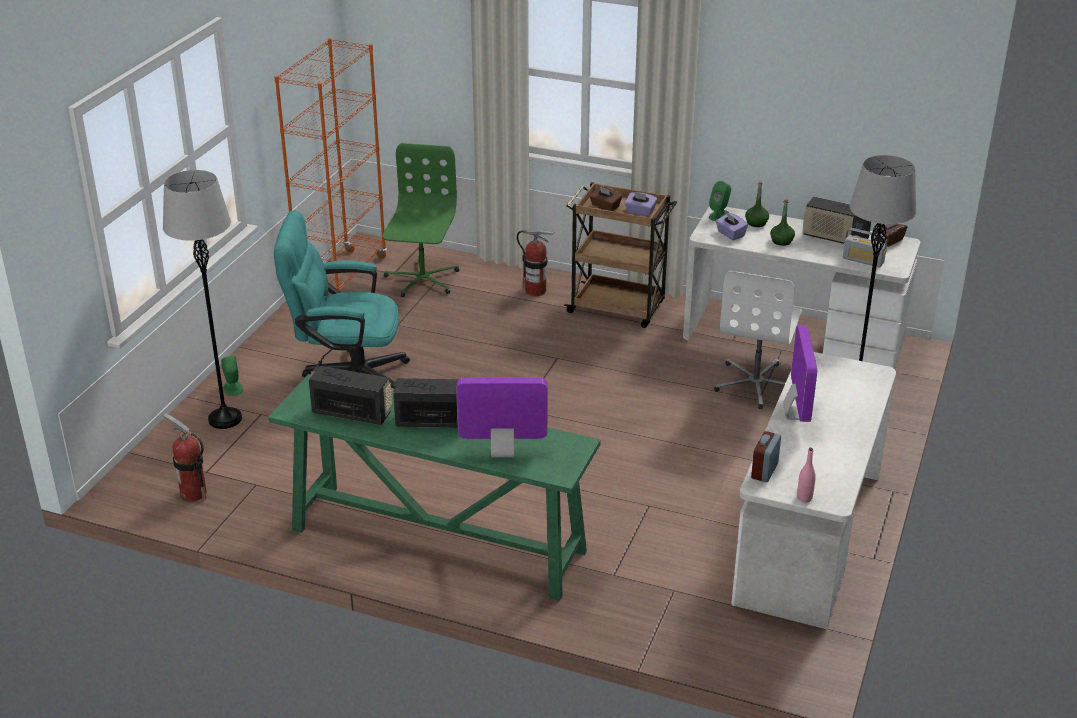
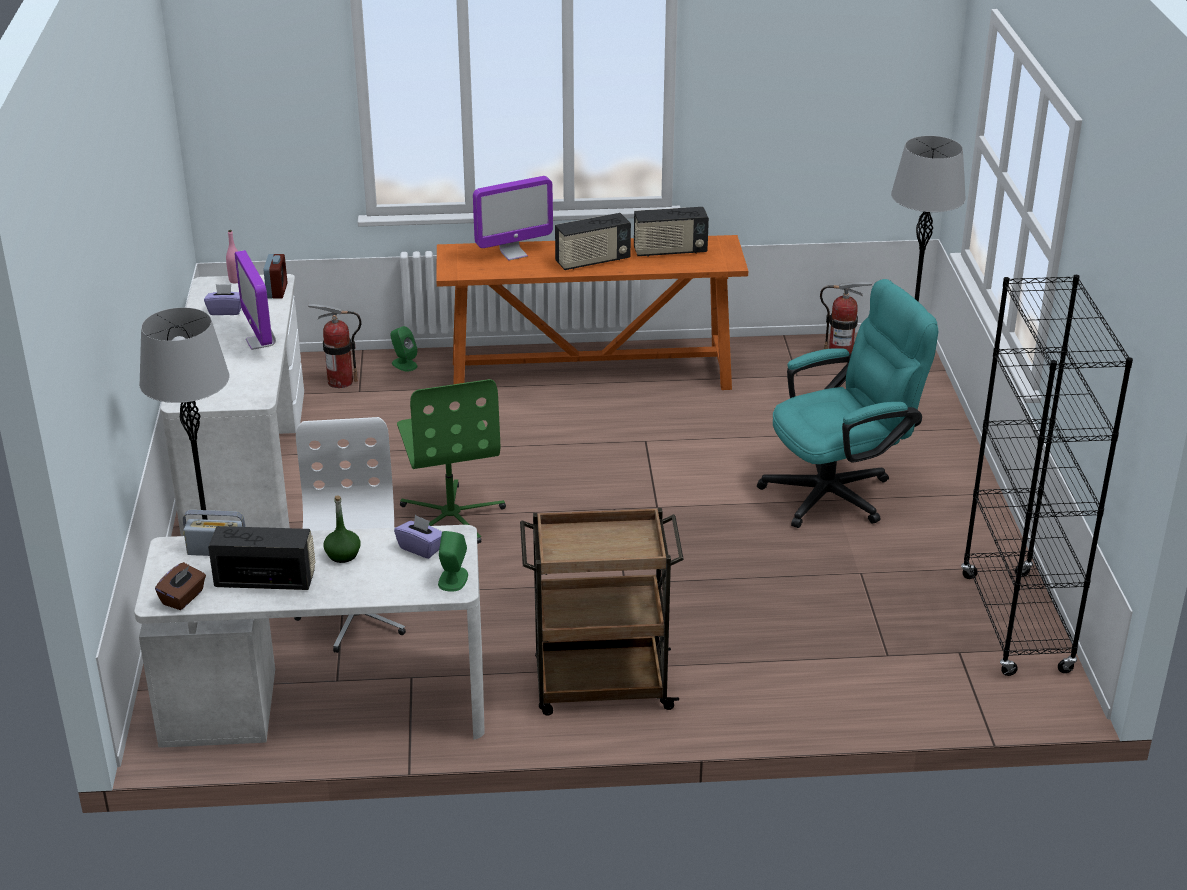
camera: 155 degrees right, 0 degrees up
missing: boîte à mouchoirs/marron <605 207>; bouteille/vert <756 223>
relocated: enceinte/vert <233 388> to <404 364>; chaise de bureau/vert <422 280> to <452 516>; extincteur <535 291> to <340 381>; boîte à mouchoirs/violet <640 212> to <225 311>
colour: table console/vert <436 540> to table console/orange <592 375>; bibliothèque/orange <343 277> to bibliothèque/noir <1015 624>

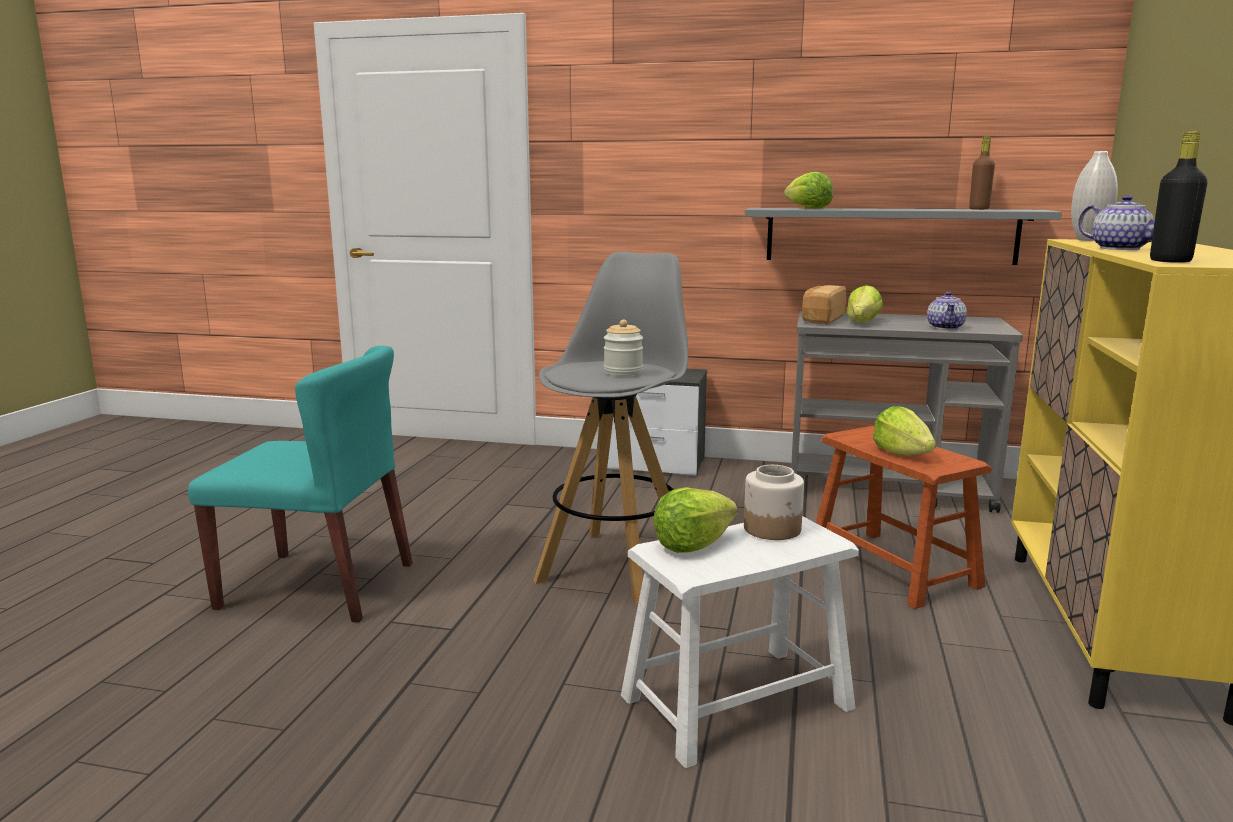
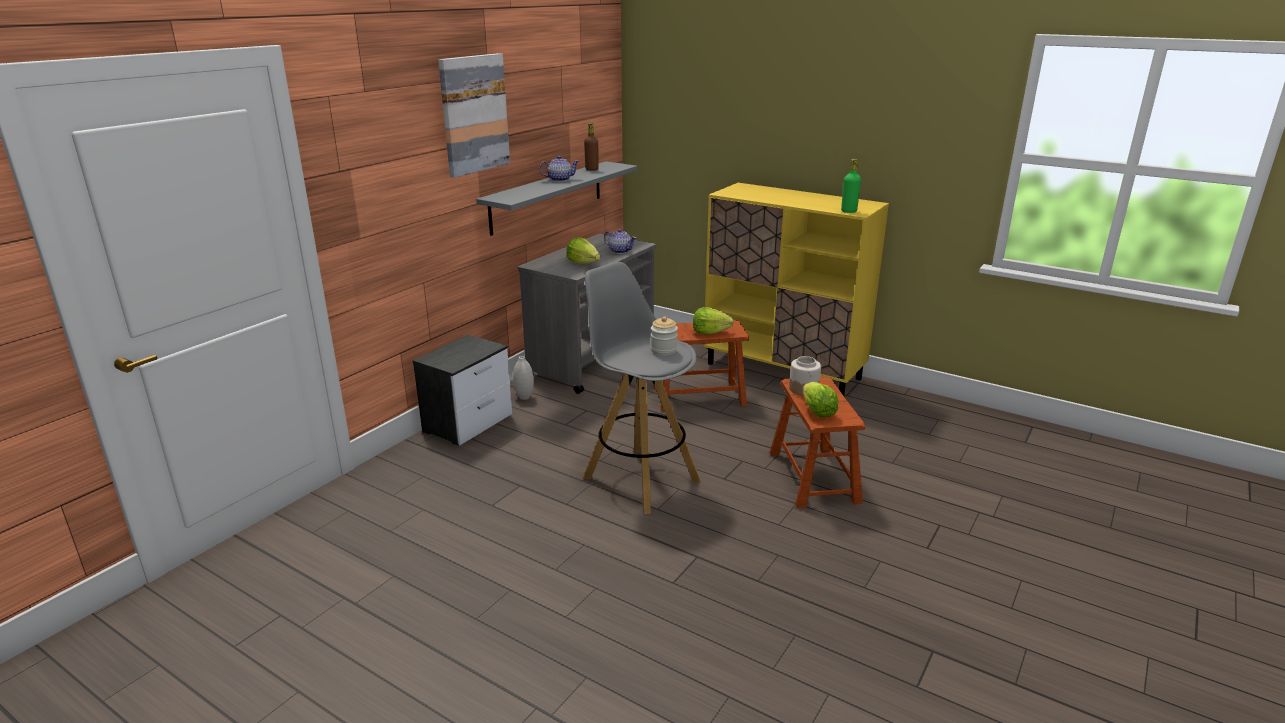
camera: 70 degrees left, 10 degrees up
missing: chaise/turquoise <319 585>; laitue <807 208>; pain <821 319>
appeared: tableau <474 114>
relocated: vase/blanc <1088 240> to <524 397>; théière <1119 248> to <559 179>
colour: tabouret/blanc <737 702> to tabouret/marron <813 477>; bouteille/noir <1170 261> to bouteille/vert <849 211>

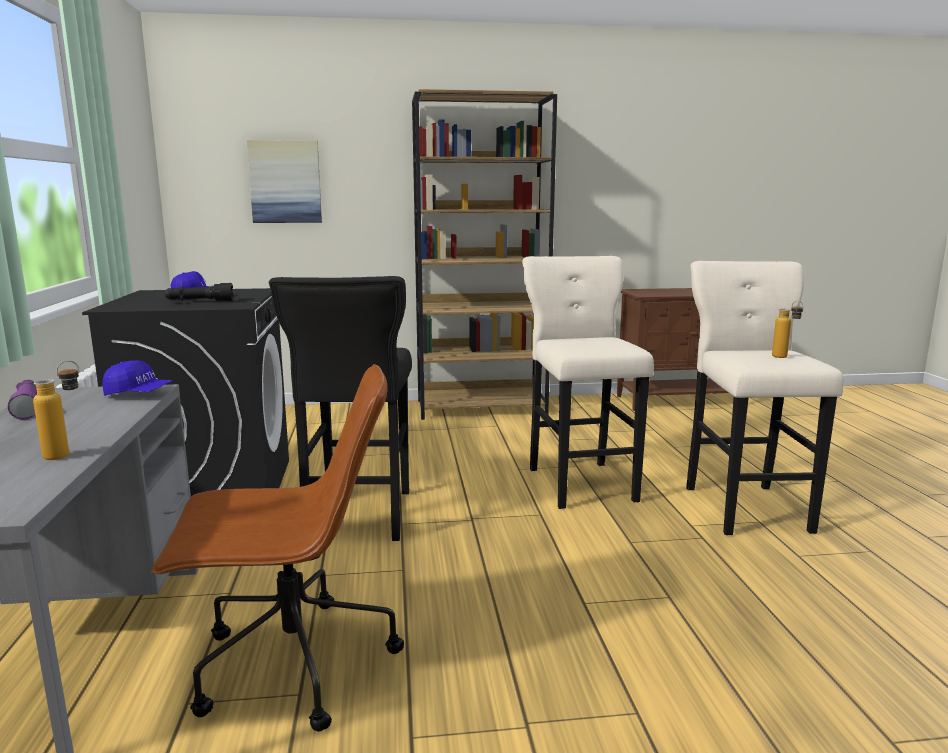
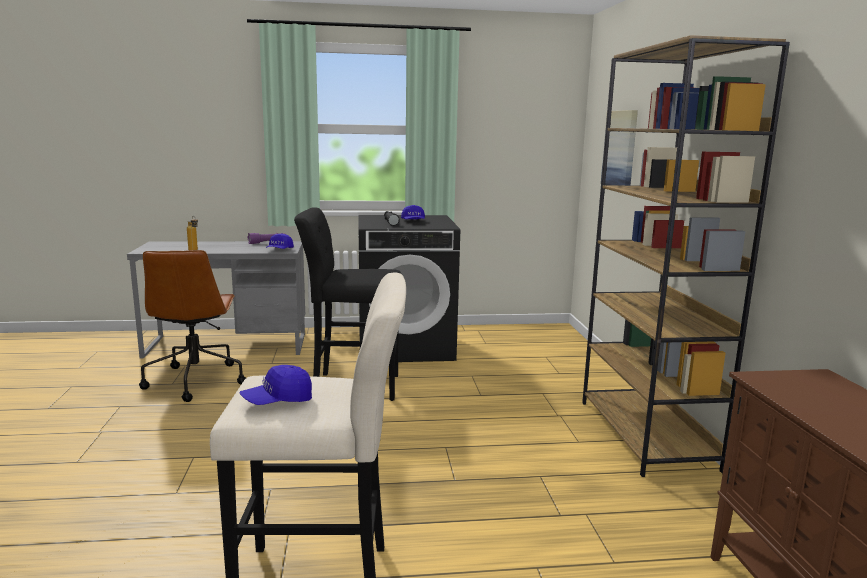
camera: 90 degrees right, 0 degrees up
missing: tabouret/beige <580 482>
exchanged: bouteille <784 357> to casquette/bleu <278 401>

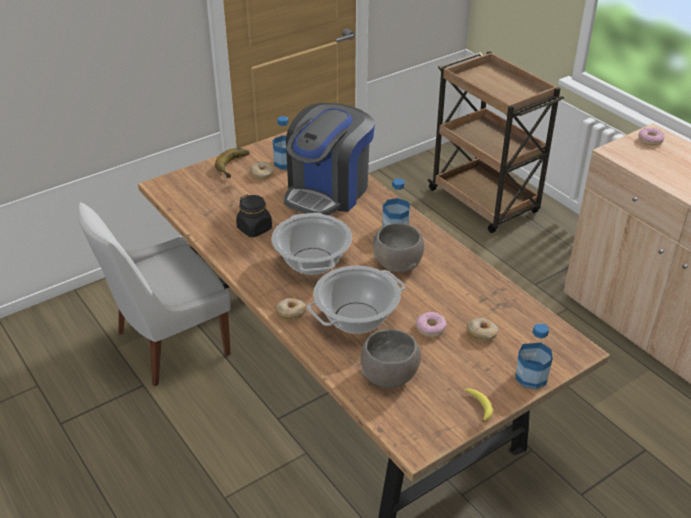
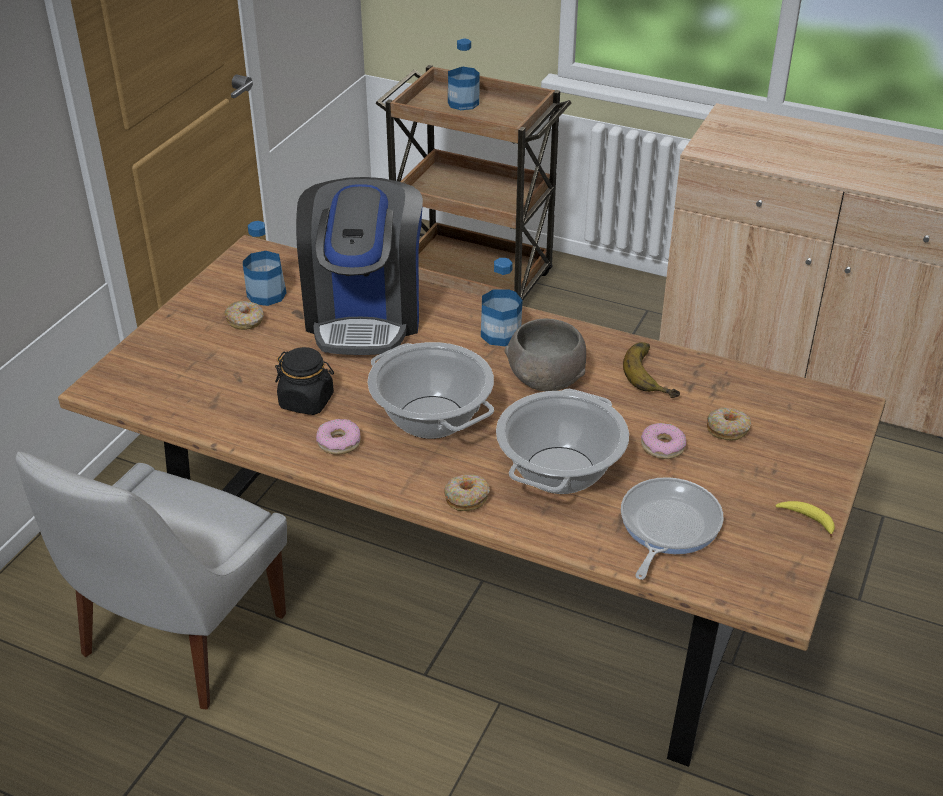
camera: 30 degrees left, 0 degrees up
relocated: banane <236 166> to <655 374>; bouteille <531 377> to <463 103>; beignet <650 140> to <339 442>
exchanged: bol/gris <389 374> to poêle <667 526>

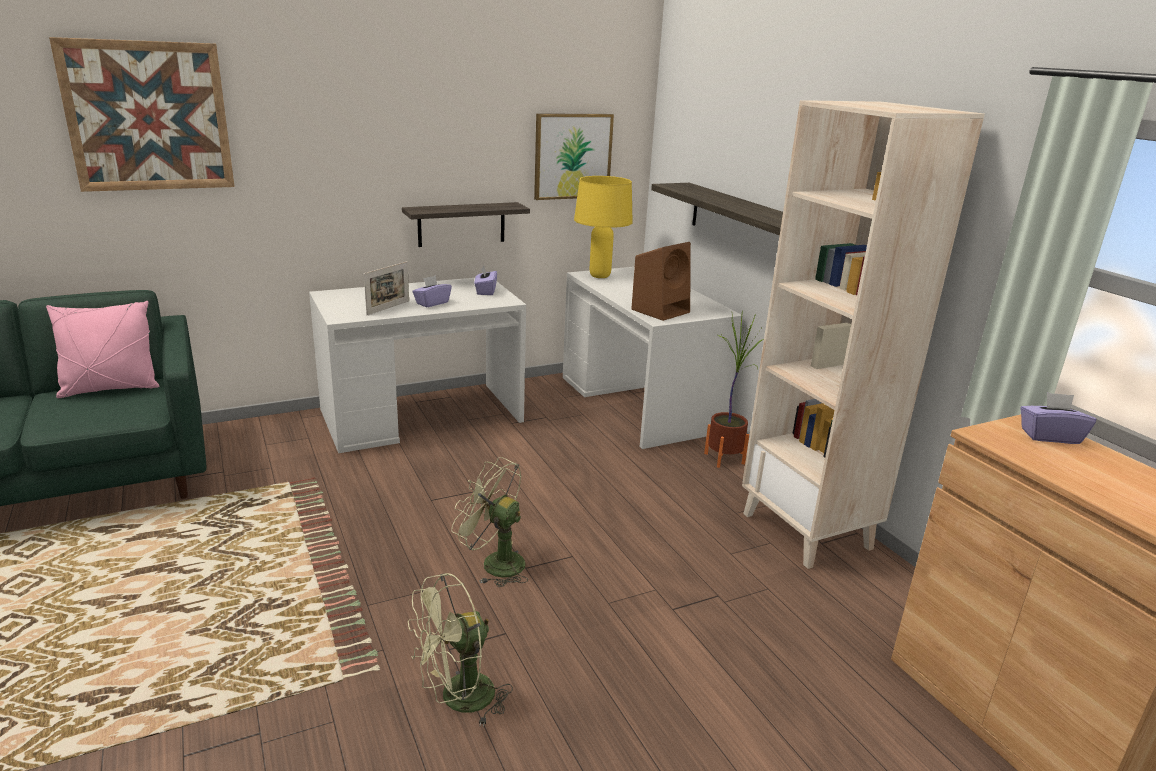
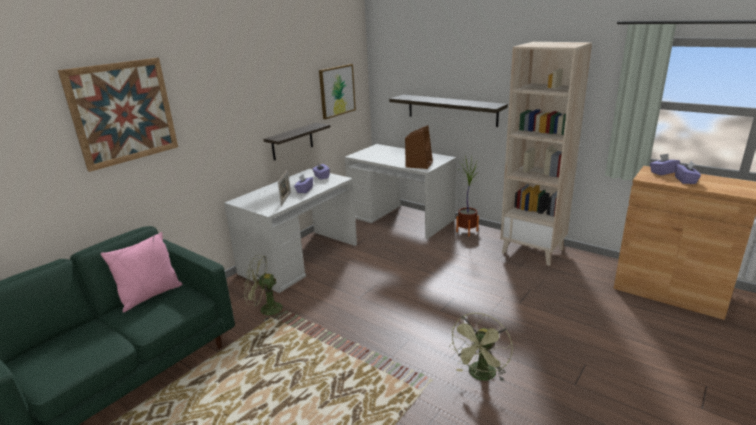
camera: 25 degrees left, 0 degrees up
missing: lampe de table/jaune <600 276>
appeared: boîte à mouchoirs/violet <685 180>
relocated: ventilateur/vert <494 563> to <266 310>

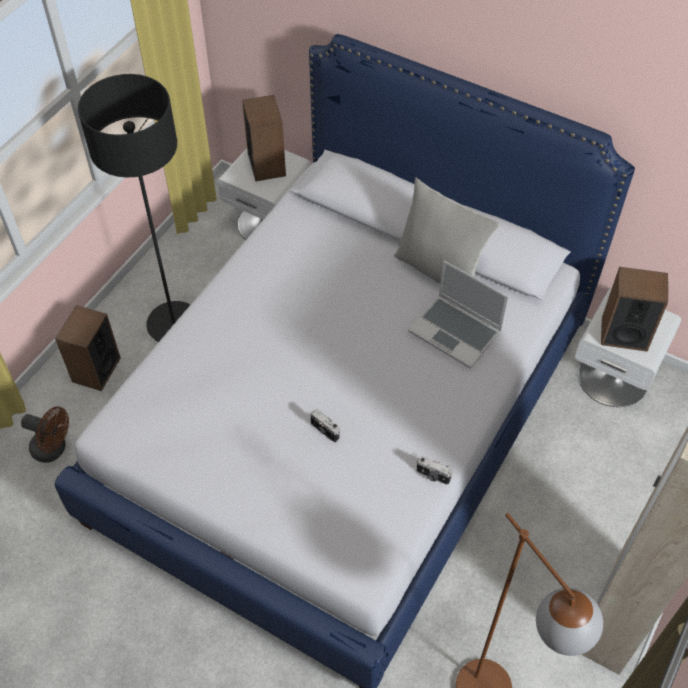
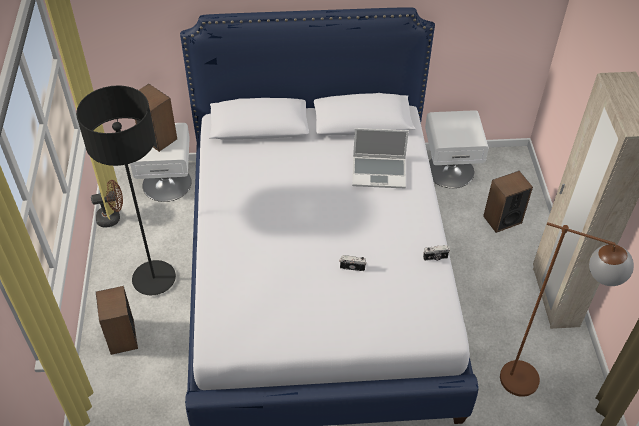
camera: 35 degrees left, 5 degrees down
missing: coussin/gris <439 271>
relocated: ventilateur/marron <54 449> to <112 217>; enceinte <624 333> to <502 219>

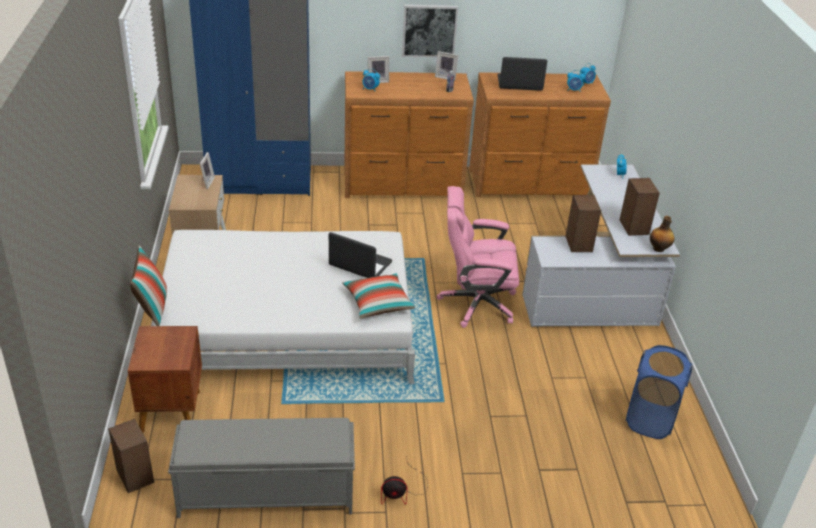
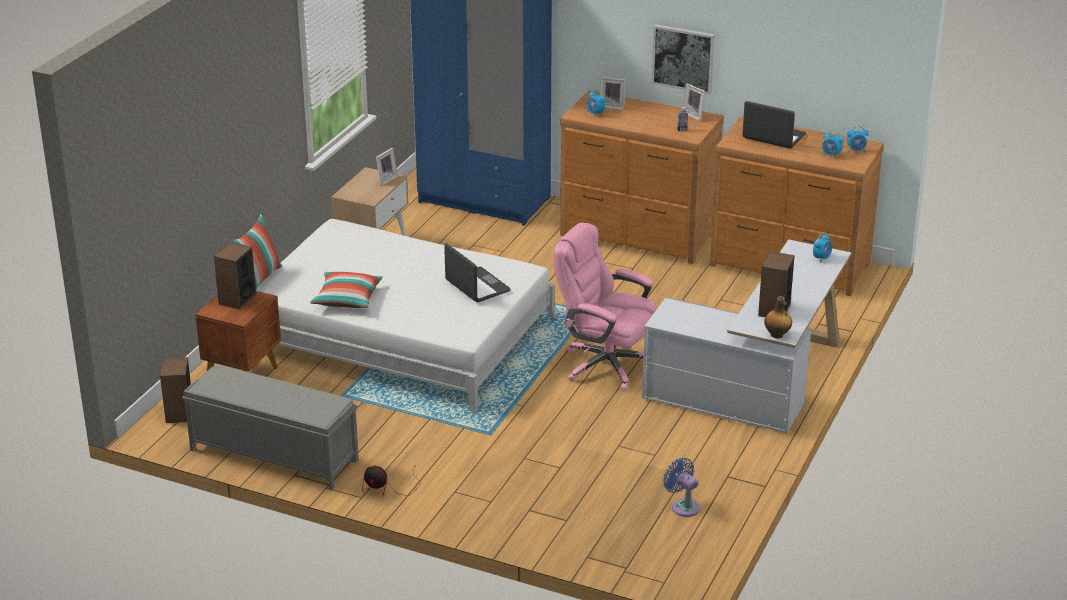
camera: 30 degrees right, 5 degrees down
relocated: coussin <378 303> to <347 299>; enceinte <578 244> to <237 299>
exchanged: panier à linge/bleu <650 420> to ventilateur/bleu <683 506>

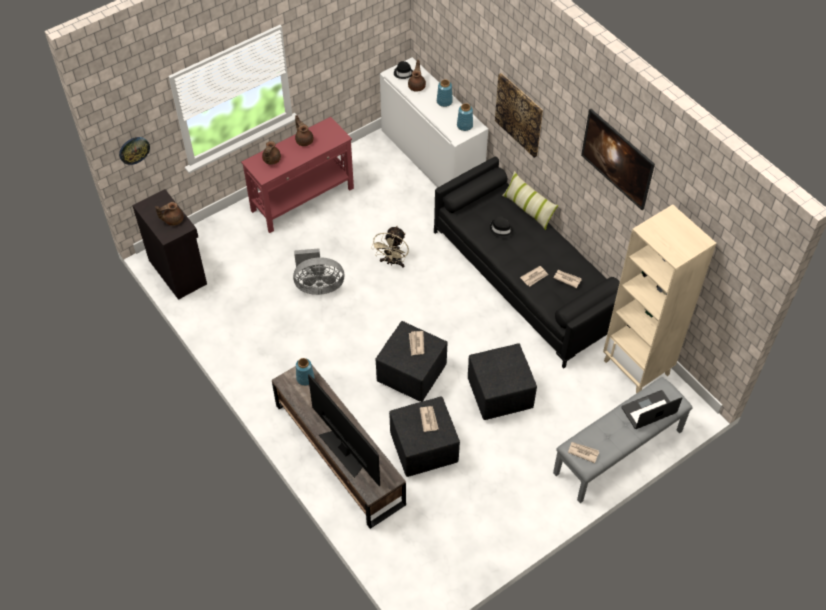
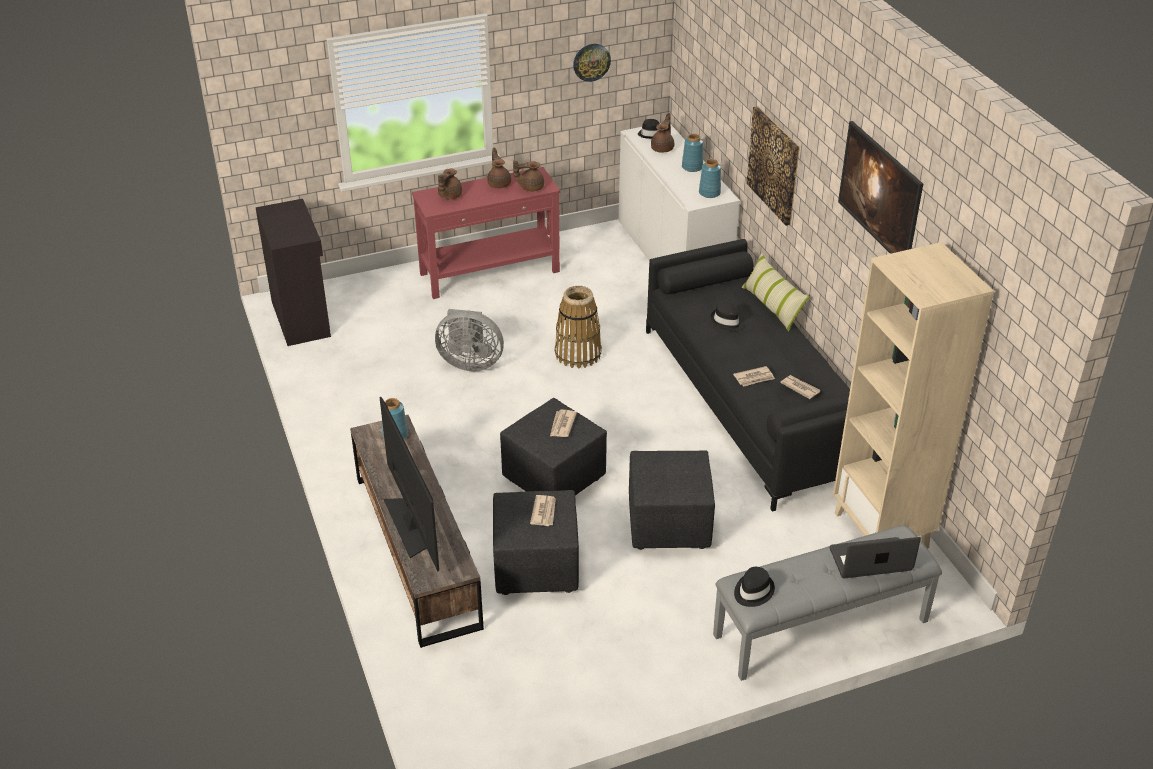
camera: 15 degrees right, 15 degrees down
relocated: horloge murale <134 150> to <591 62>; théière/marron <172 220> to <530 187>
exchanged: ventilateur/beige <392 262> to panier <578 354>; journal <583 452> to chapeau/noir <753 591>

